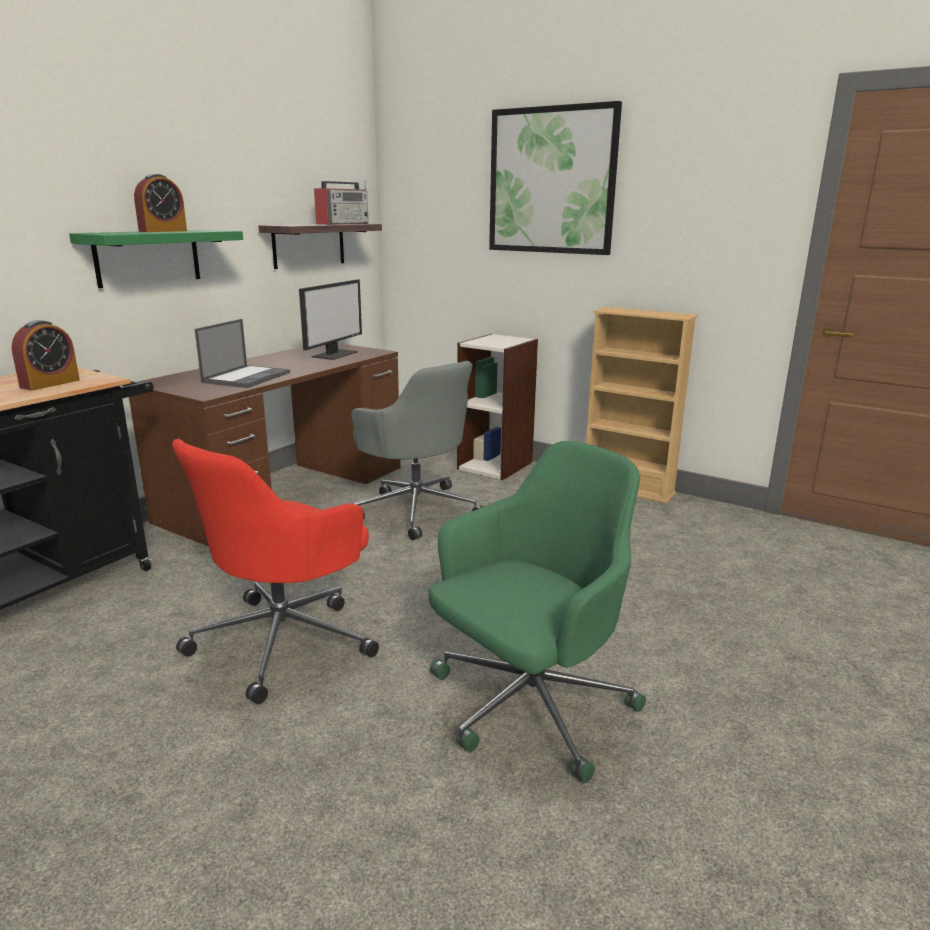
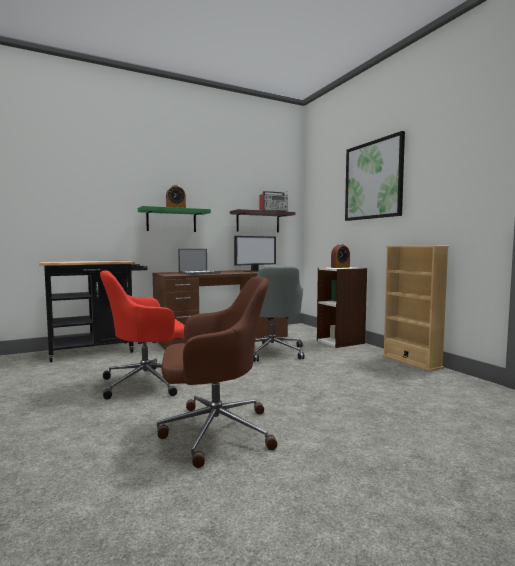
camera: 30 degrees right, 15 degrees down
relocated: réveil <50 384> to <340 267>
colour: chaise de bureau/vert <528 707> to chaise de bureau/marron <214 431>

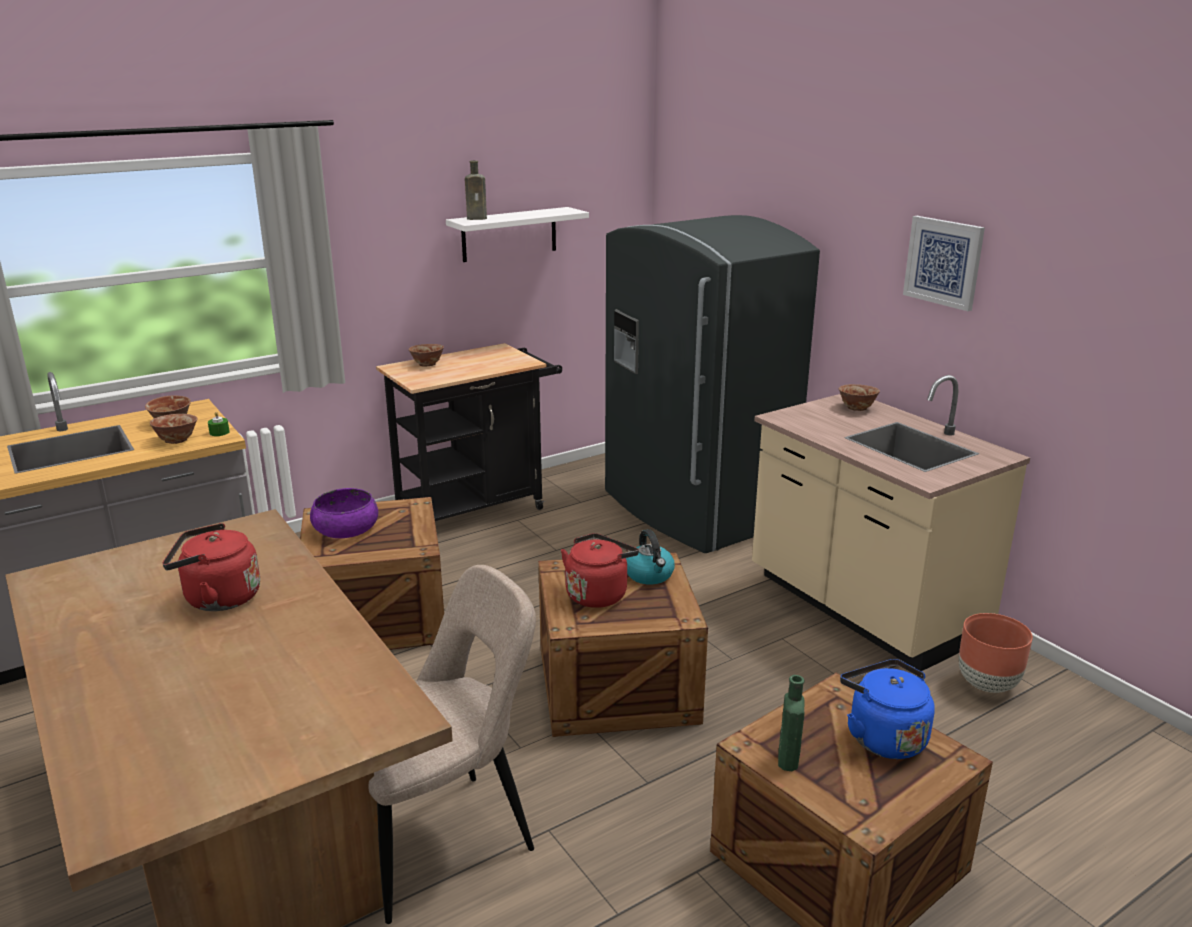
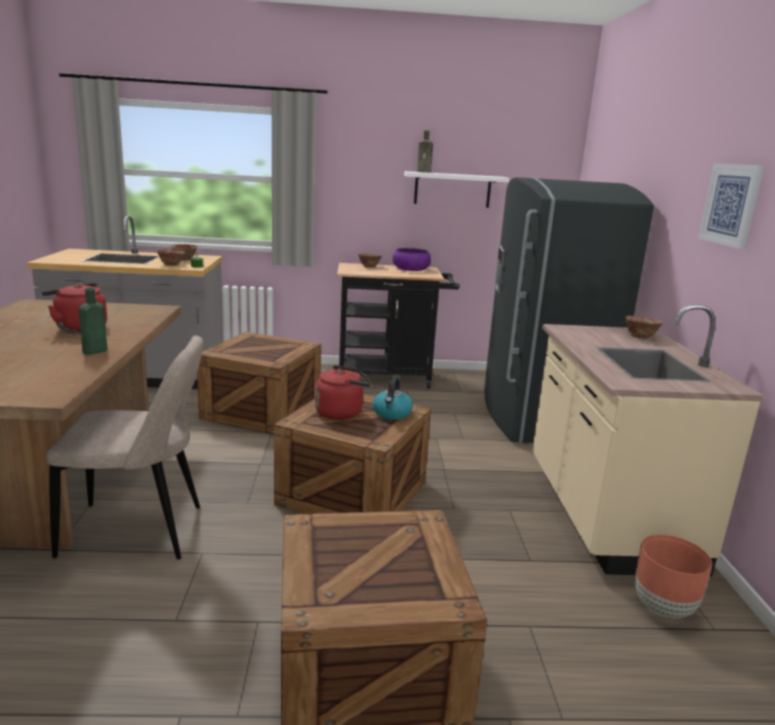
camera: 30 degrees right, 5 degrees down
missing: bouilloire/bleu <882 737>
relocated: bol/violet <346 529> to <411 269>; bouteille/vert <788 761> to <93 352>

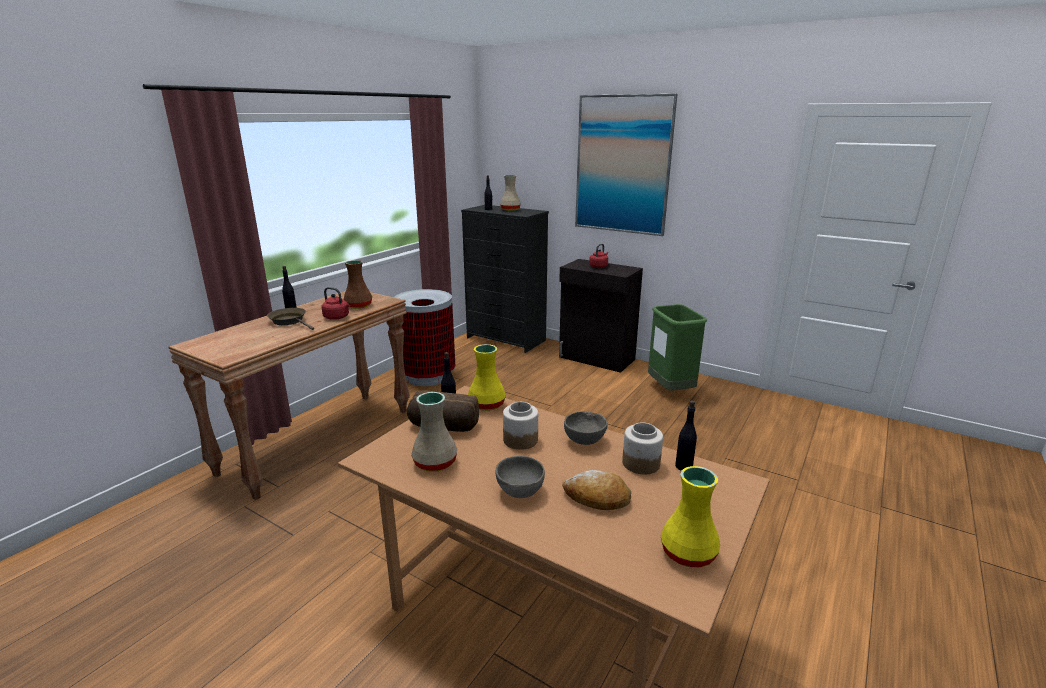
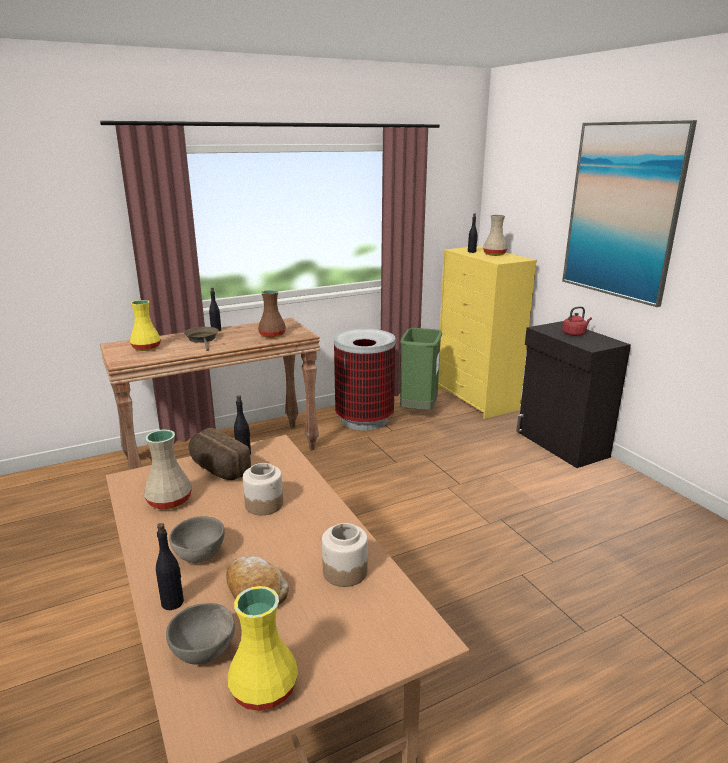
camera: 30 degrees right, 0 degrees up
missing: bouilloire/rouge <337 317>
relocated: vase/jaune <487 405> to <146 348>; bol/gris <585 441> to <205 652>; poubelle/vert <670 390> to <418 410>; bouteille/noir <684 466> to <173 602>
colour: commode/noir <506 339> to commode/jaune <477 399>

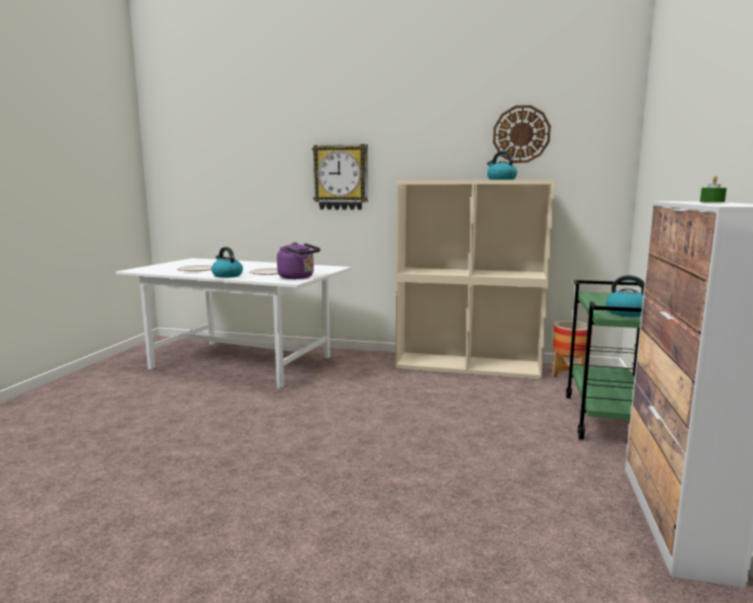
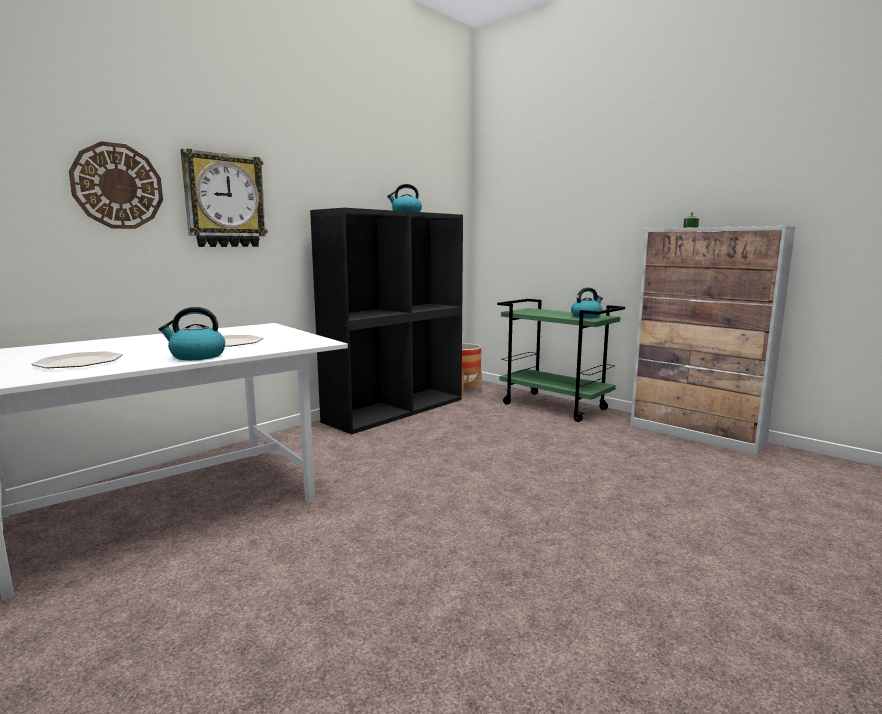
camera: 60 degrees left, 0 degrees up
missing: bouilloire/violet <298 277>
relocated: horloge murale <521 134> to <117 186>
colour: bibliothèque/beige <468 366> to bibliothèque/noir <395 410>

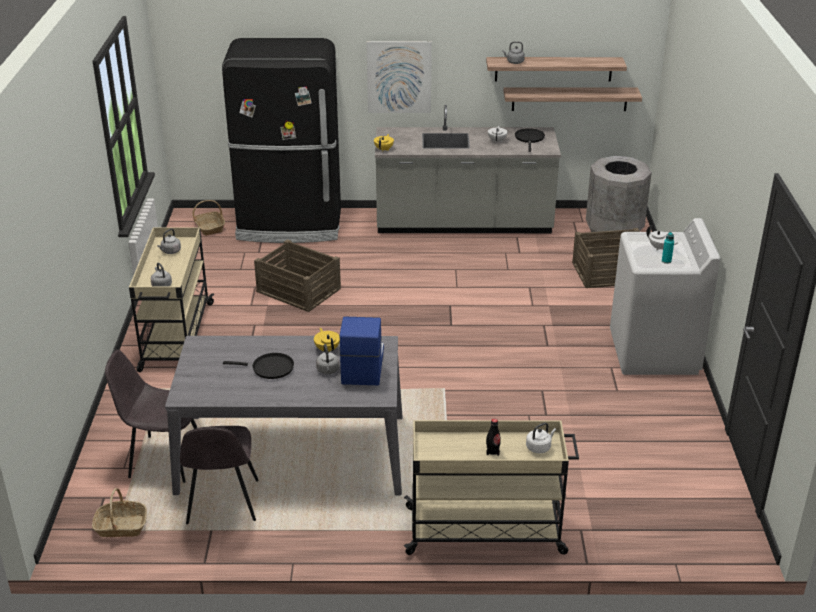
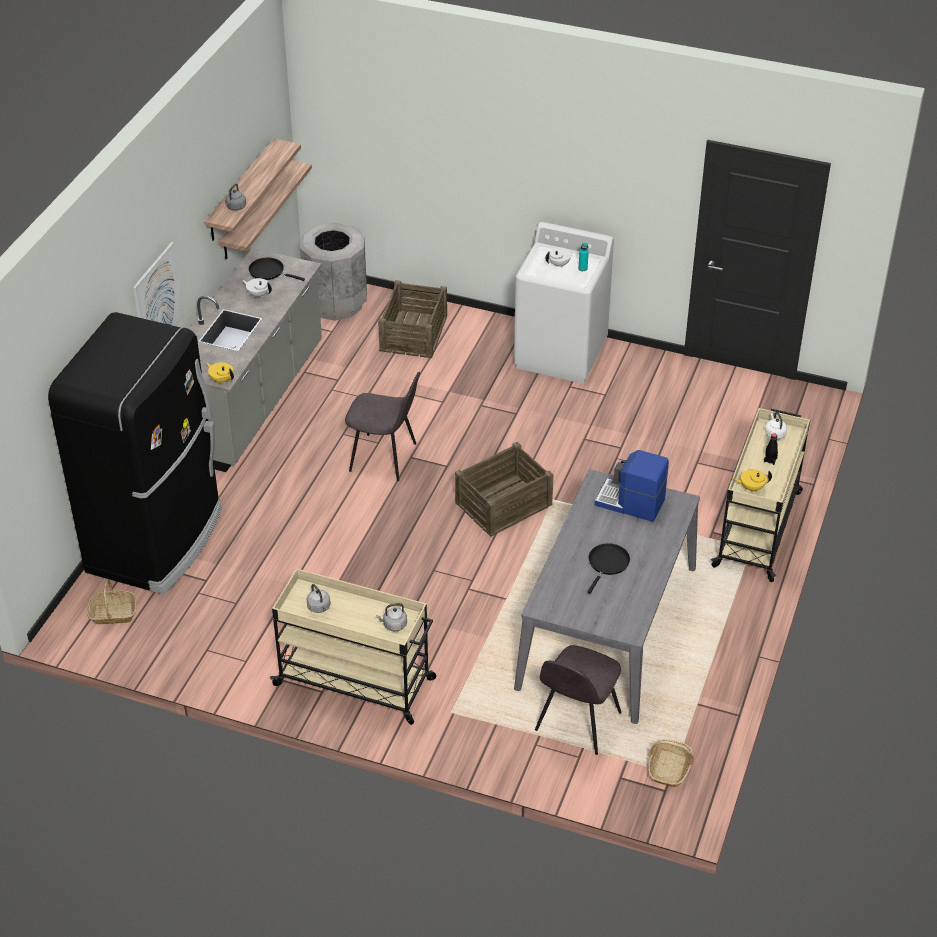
camera: 70 degrees left, 10 degrees up
missing: bouilloire/gris <328 371>
relocated: chaise/gris <222 503> to <385 458>; caisse <298 289> to <503 503>; théière/jaune <327 349> to <751 487>

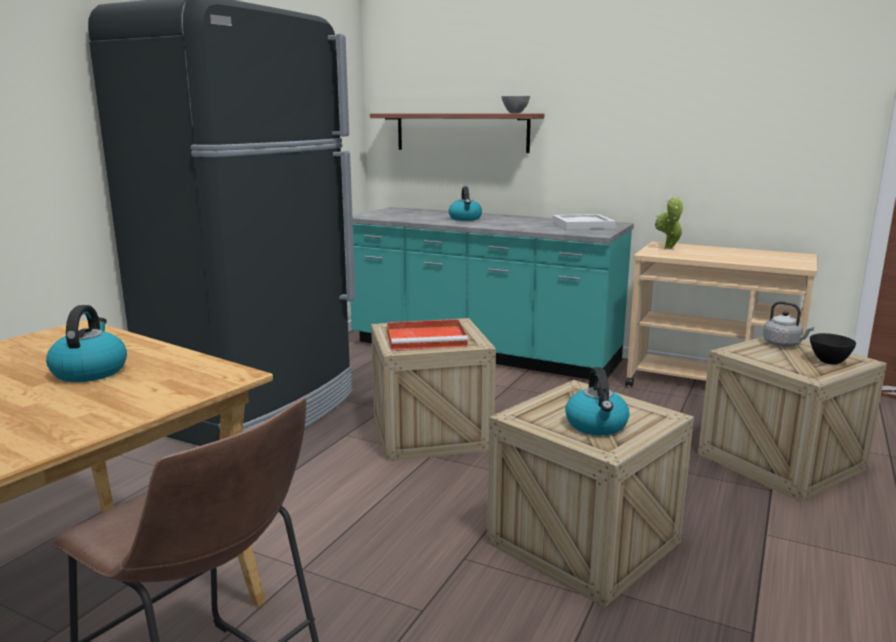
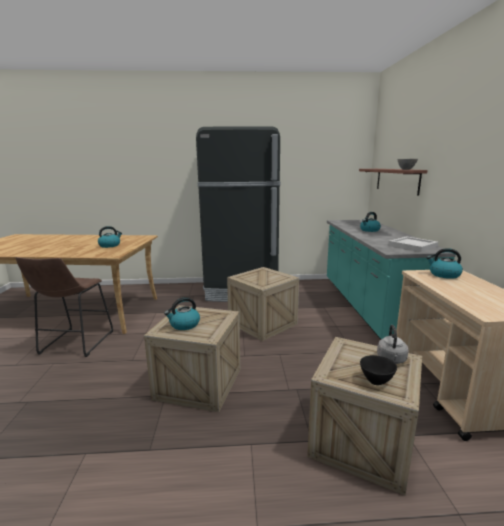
camera: 60 degrees right, 0 degrees up
missing: plateau/rouge <428 338>
exchanged: plante en pot <668 249> to bouilloire <444 275>

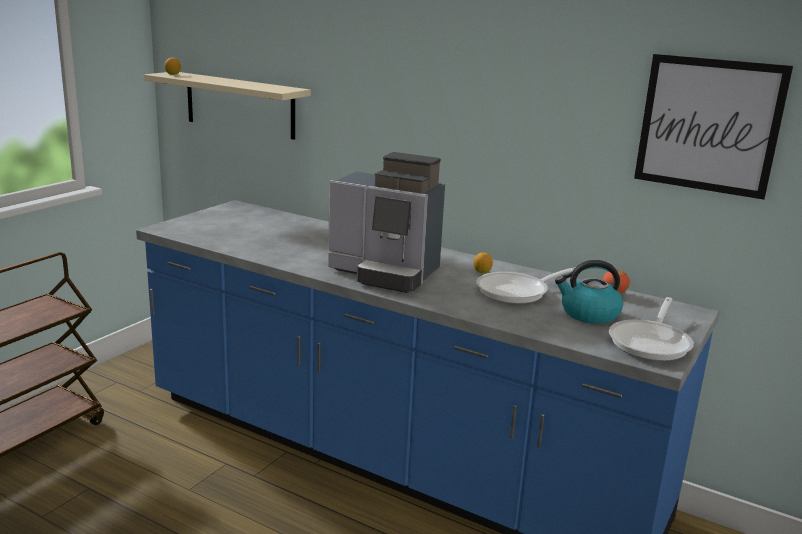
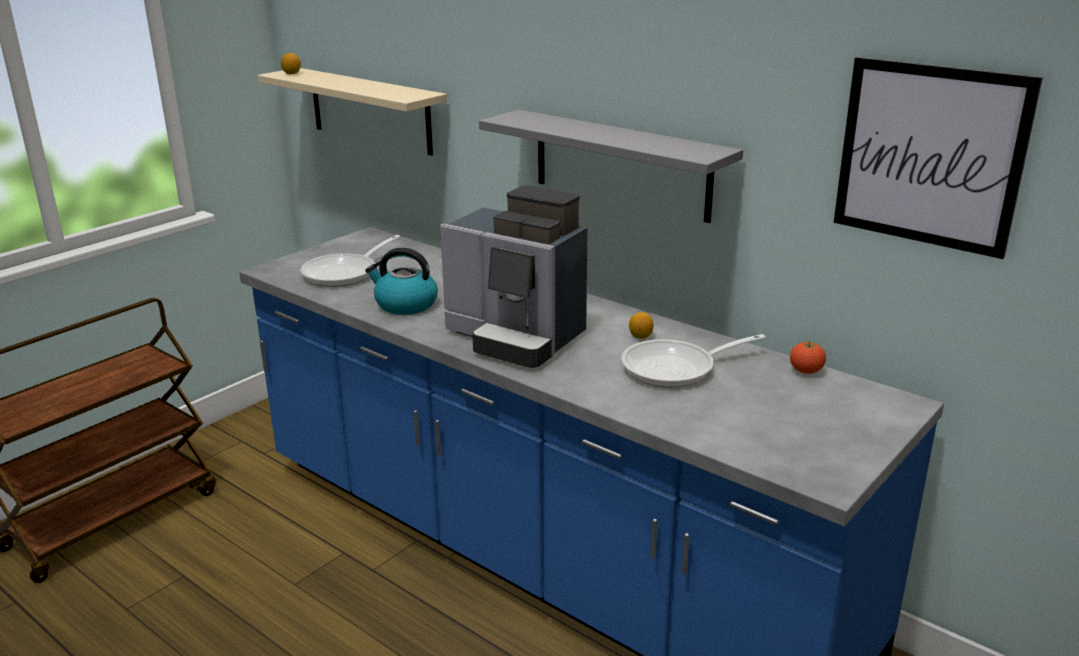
camera: 10 degrees right, 5 degrees up
appeared: étagère/gris <621 165>
relocated: bouilloire <588 314> to <405 305>; poêle <651 342> to <345 273>

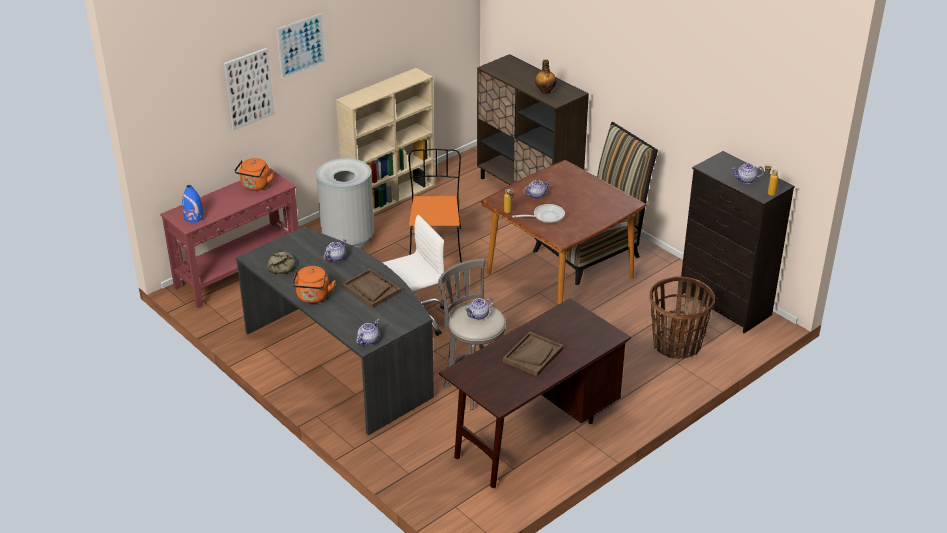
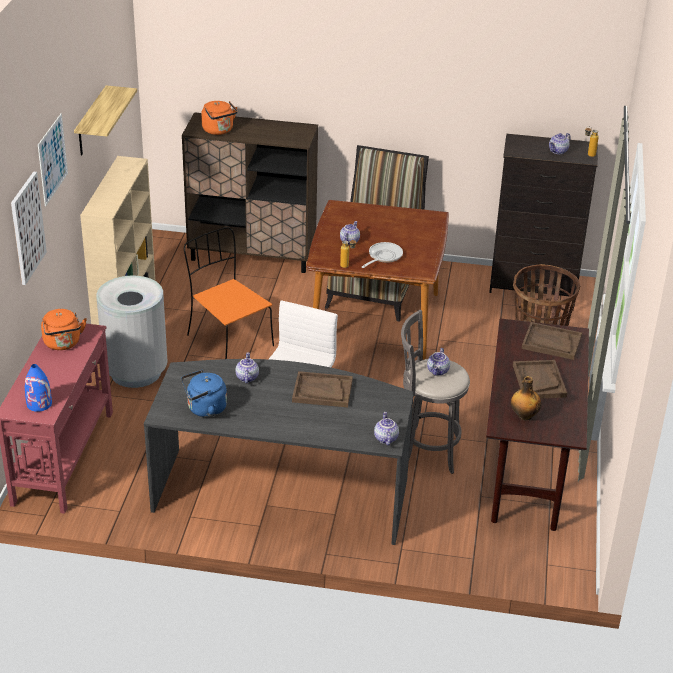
camera: 40 degrees left, 0 degrees up
appeared: étagère <91 122>; plateau/marron <551 342>
relocated: bouilloire/orange <313 297> to <219 130>; bouteille <545 91> to <524 416>
exchanged: pain <282 265> to bouilloire/bleu <204 409>

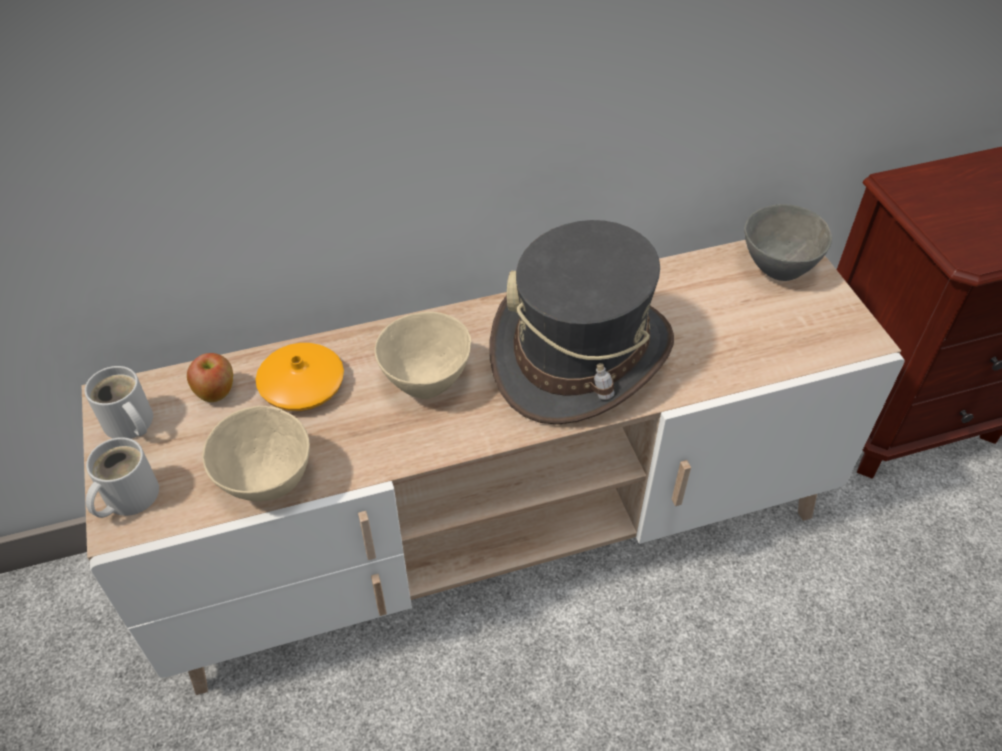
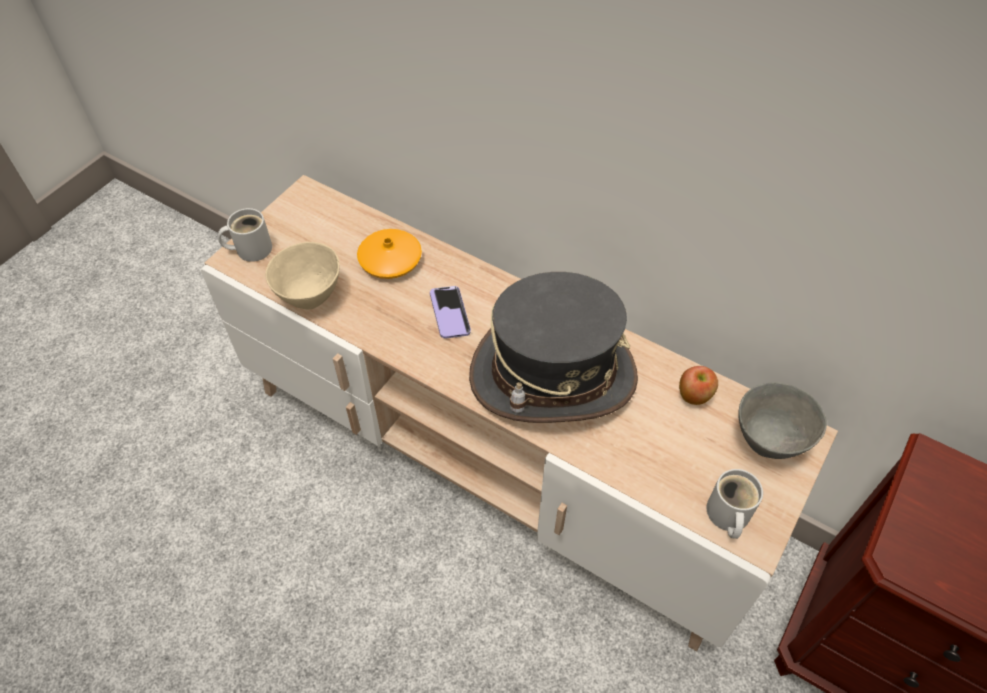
camera: 50 degrees right, 5 degrees up
relocated: mug/blanc <129 425> to <726 515>; pomme <216 392> to <694 396>
exchanged: bol/beige <426 381> to téléphone <450 313>

